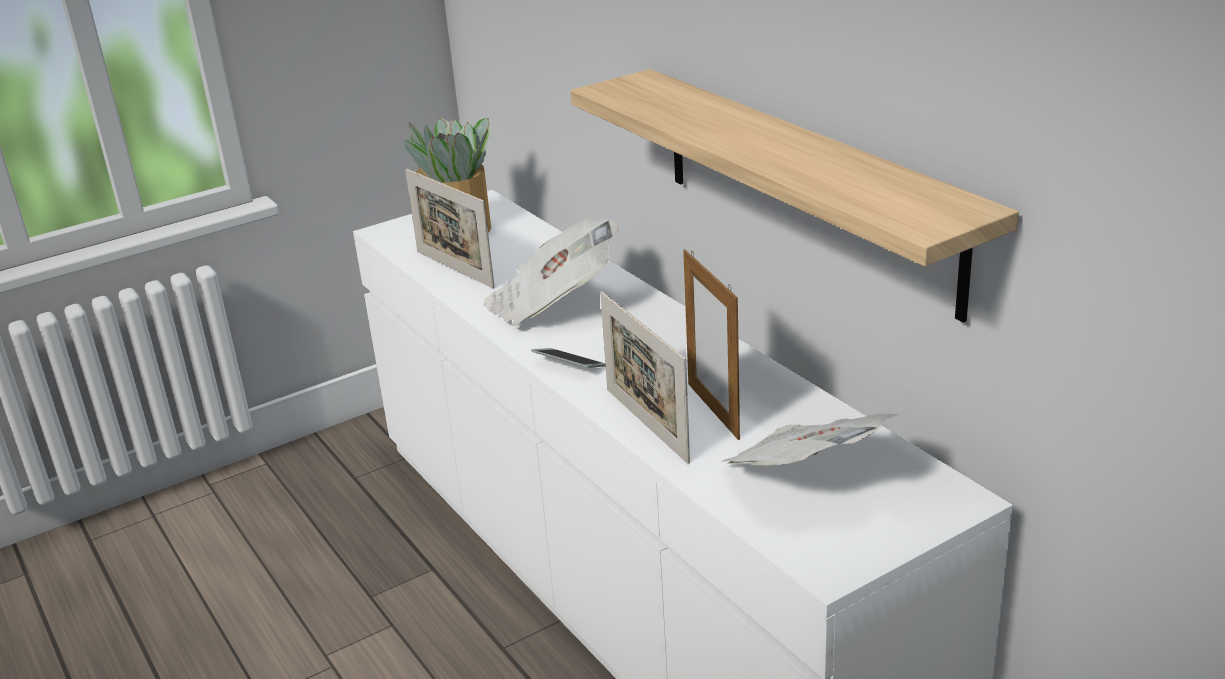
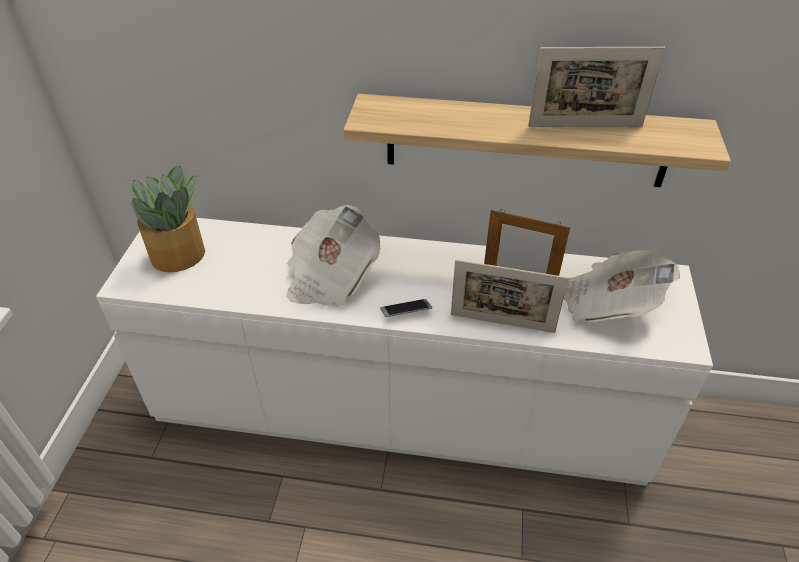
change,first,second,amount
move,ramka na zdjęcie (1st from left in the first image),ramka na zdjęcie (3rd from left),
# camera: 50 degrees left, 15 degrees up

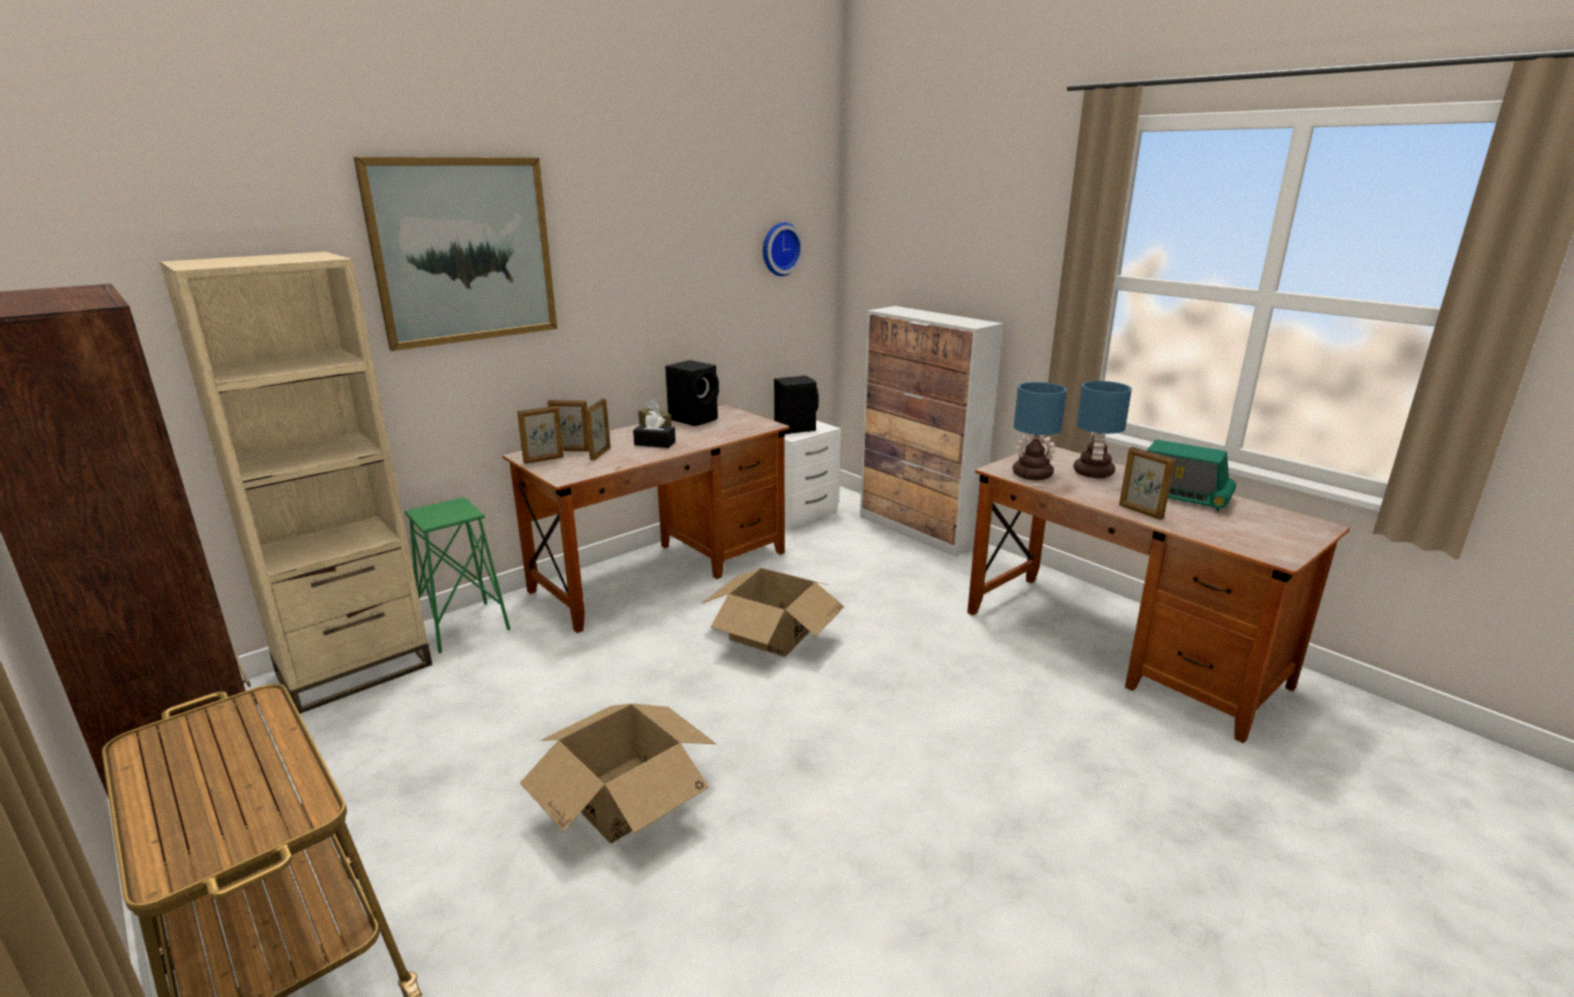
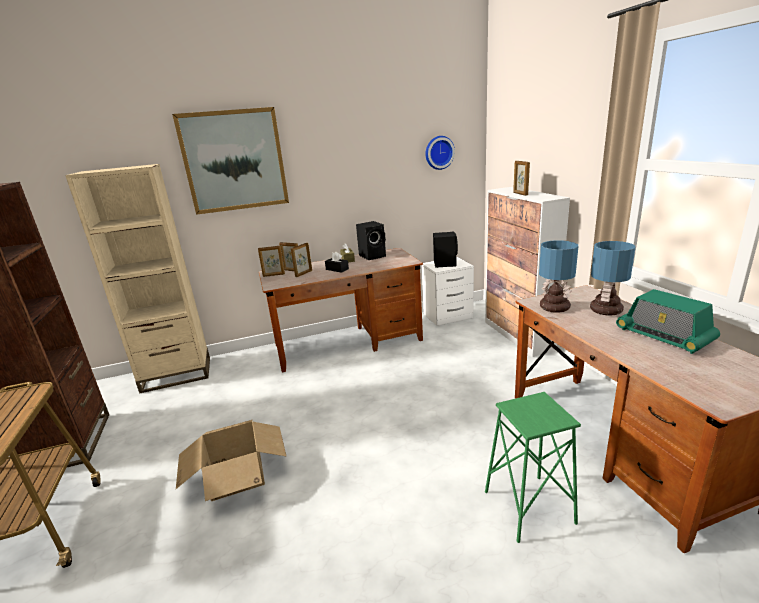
change,first,second,amount
delete,karton (2nd from left),,
move,stołek (zielony),,
move,ramka na zdjęcie (4th from left),,
# camera: 25 degrees right, 0 degrees up

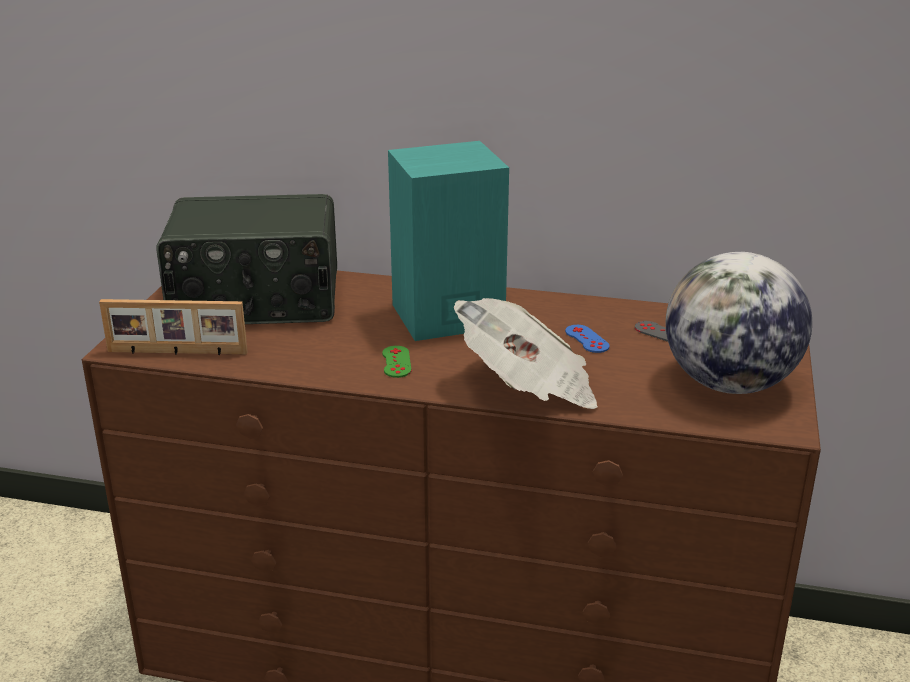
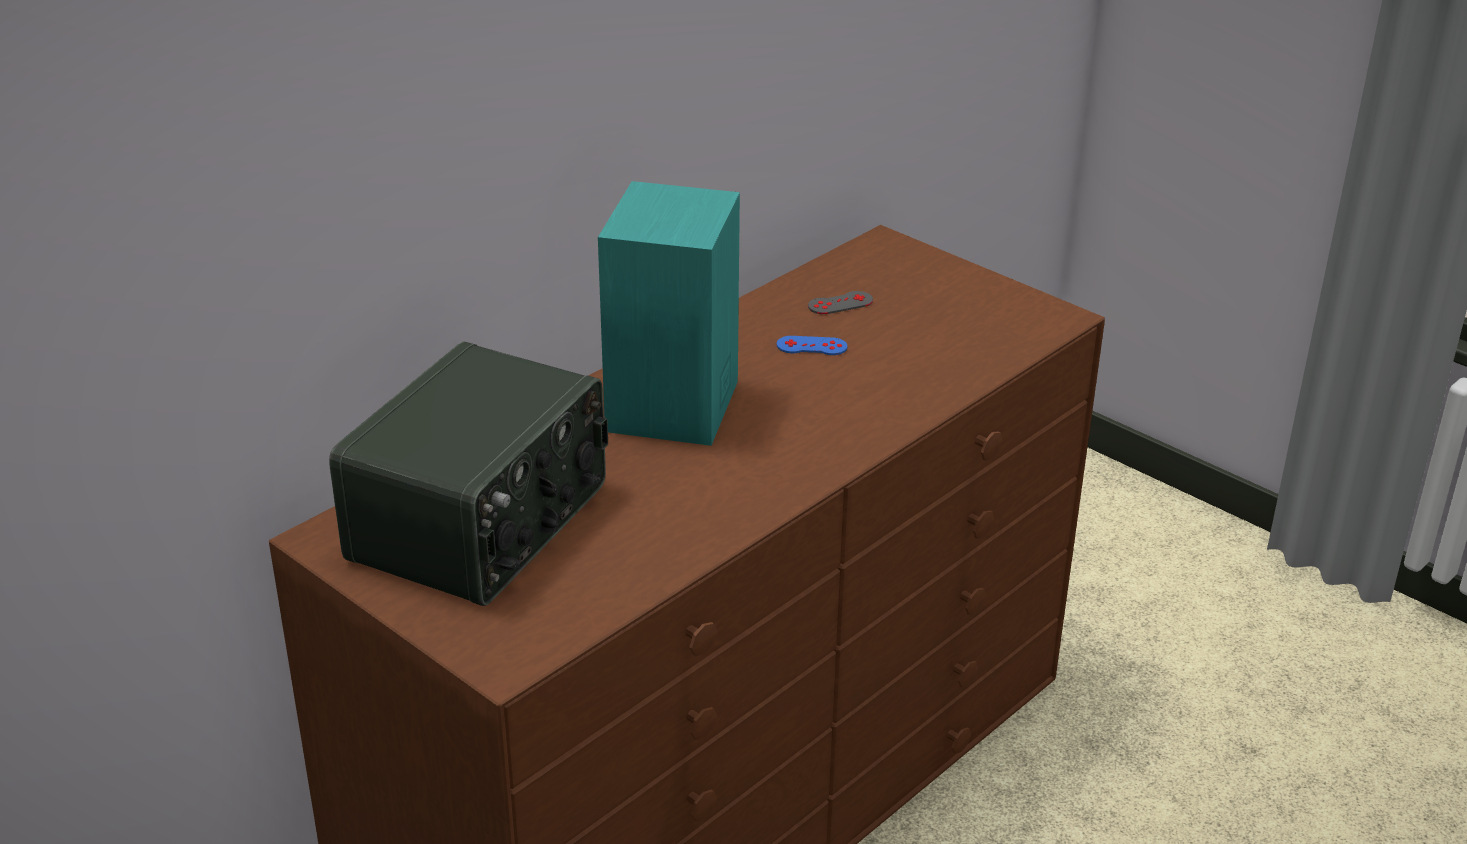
change,first,second,amount
delete,ramka na zdjęcie,,
delete,pad do gier (zielony),,
delete,gazeta,,
delete,globus,,
# camera: 60 degrees left, 5 degrees up

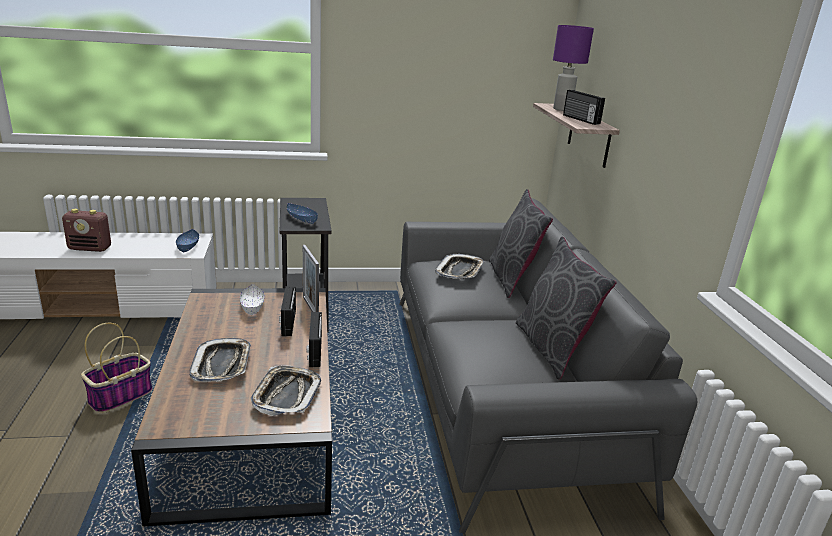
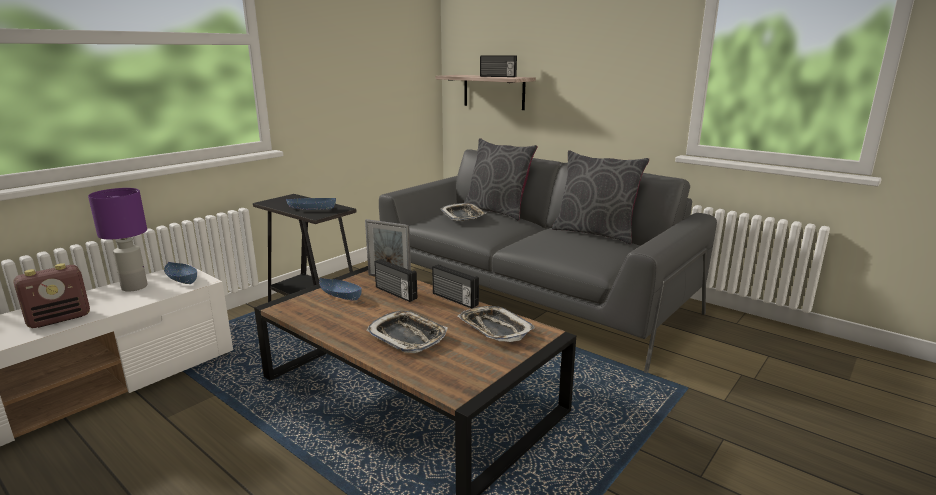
change,first,second,amount
delete,koszyk,,
move,lampa stołowa (fioletowy),,
recolor,miska (biały),miska (niebieski) (3rd from left),
# camera: 40 degrees left, 5 degrees down

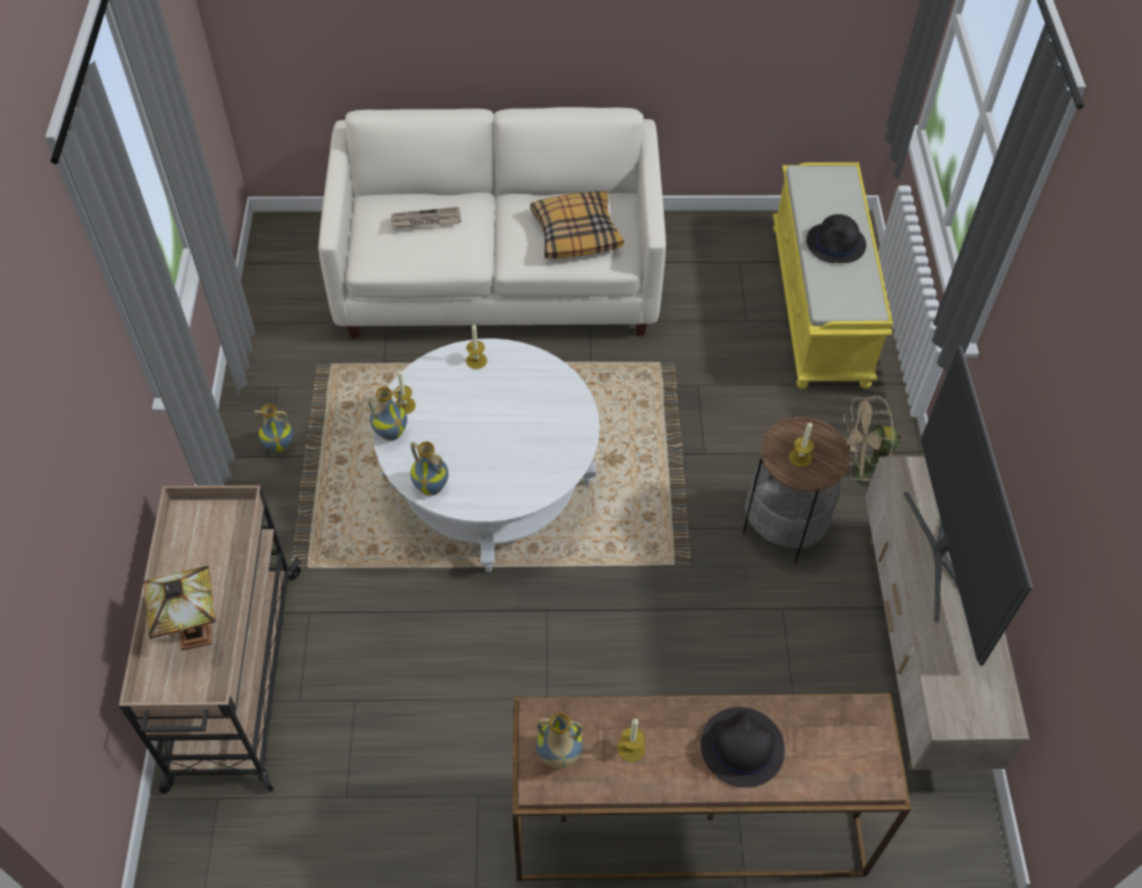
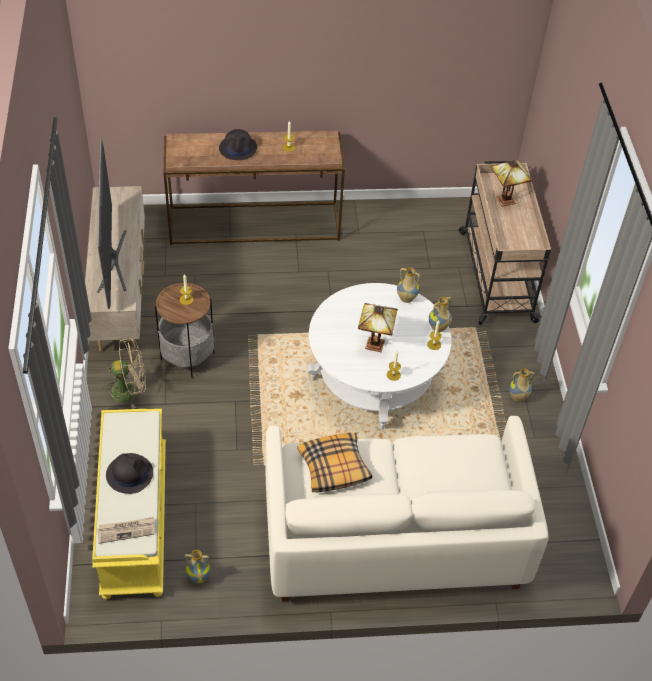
change,first,second,amount
insert,,lampa stołowa (1st from left),
move,gazeta,,
move,wazon (4th from left in the first image),wazon (1st from left),
# camera: 175 degrees right, 5 degrees down

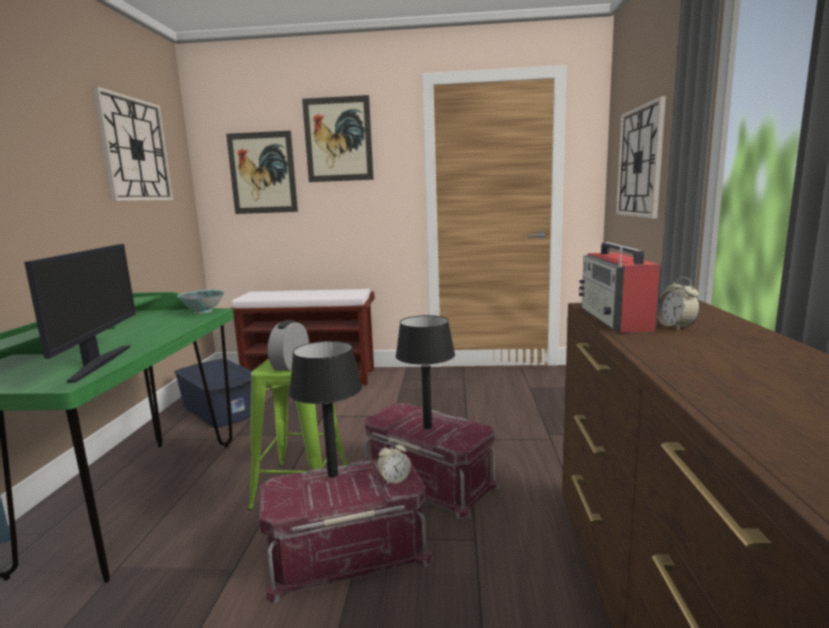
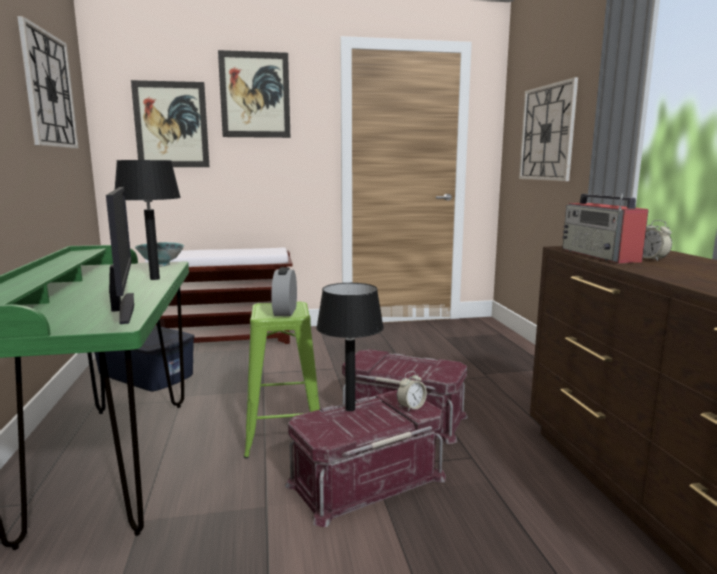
change,first,second,amount
move,lampa stołowa (czarny) (2nd from left in the first image),lampa stołowa (czarny) (1st from left),
# camera: 15 degrees left, 0 degrees up

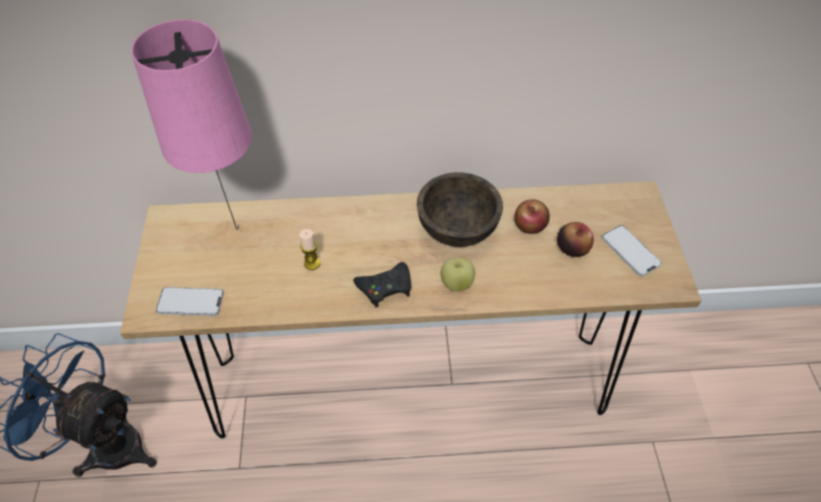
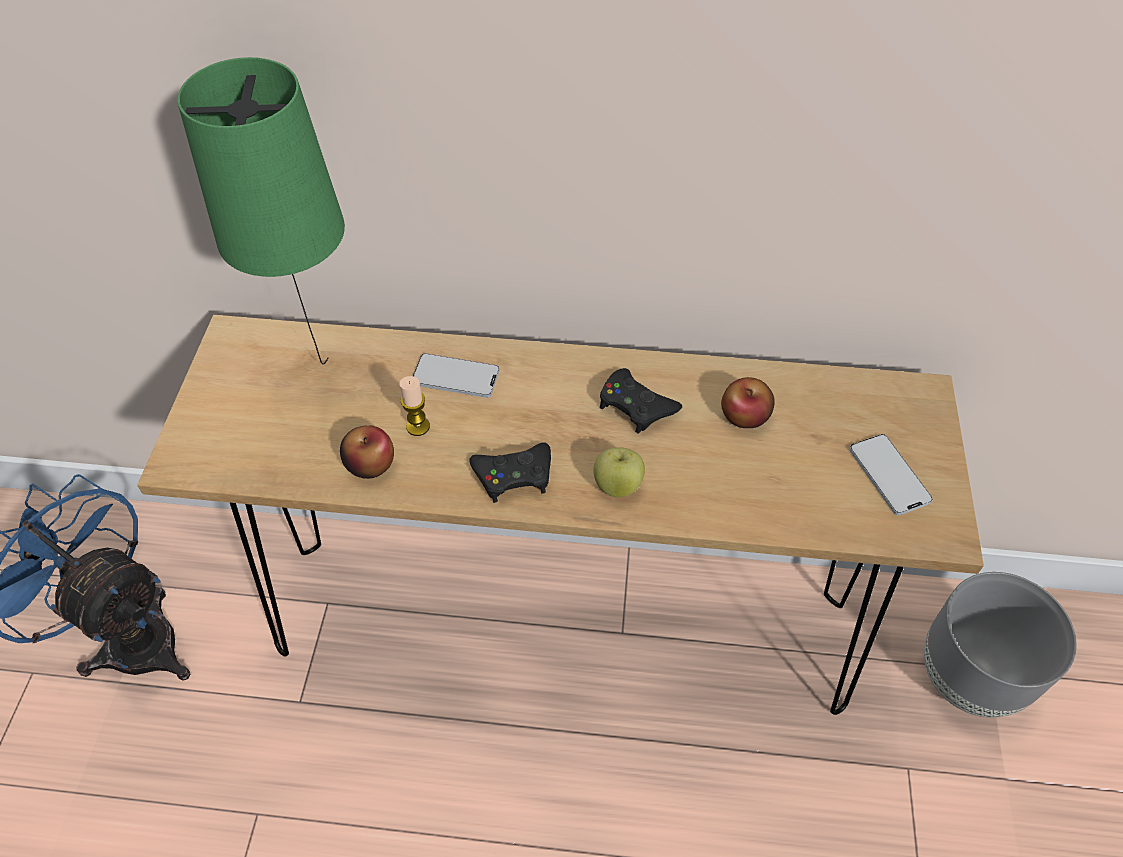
change,first,second,amount
insert,,donica (szary),
move,telefon (1st from left),,
move,jabłko (3rd from left in the first image),jabłko (1st from left),
replace,miska (brązowy),pad do gier (czarny) (2nd from left),
recolor,lampa stołowa (różowy),lampa stołowa (zielony),
# camera: 10 degrees right, 0 degrees up

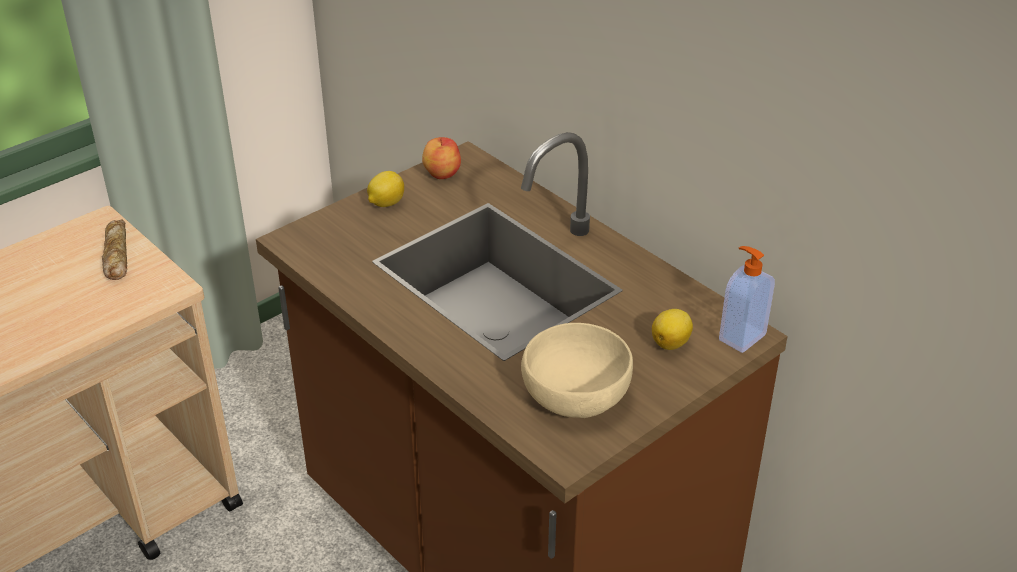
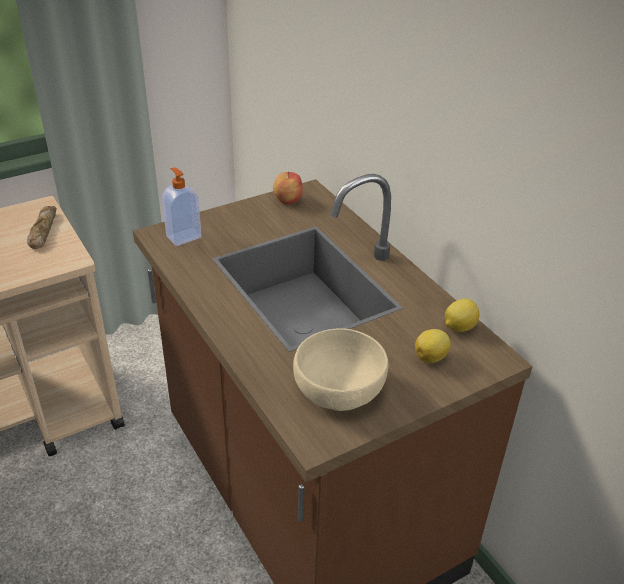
change,first,second,amount
move,cytryna (1st from left in the first image),cytryna (2nd from left),
move,dozownik mydła,,
# camera: 10 degrees right, 0 degrees up

